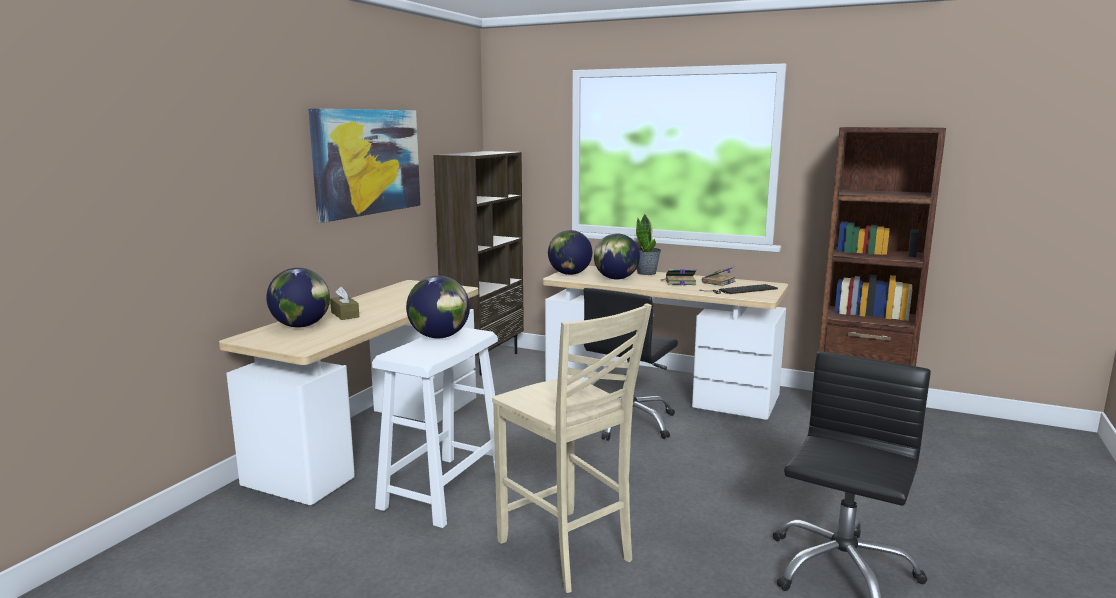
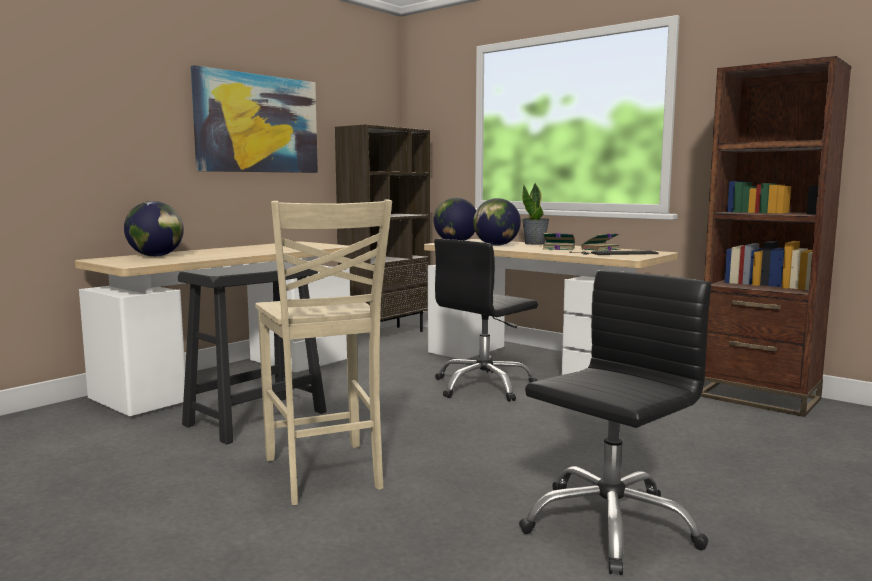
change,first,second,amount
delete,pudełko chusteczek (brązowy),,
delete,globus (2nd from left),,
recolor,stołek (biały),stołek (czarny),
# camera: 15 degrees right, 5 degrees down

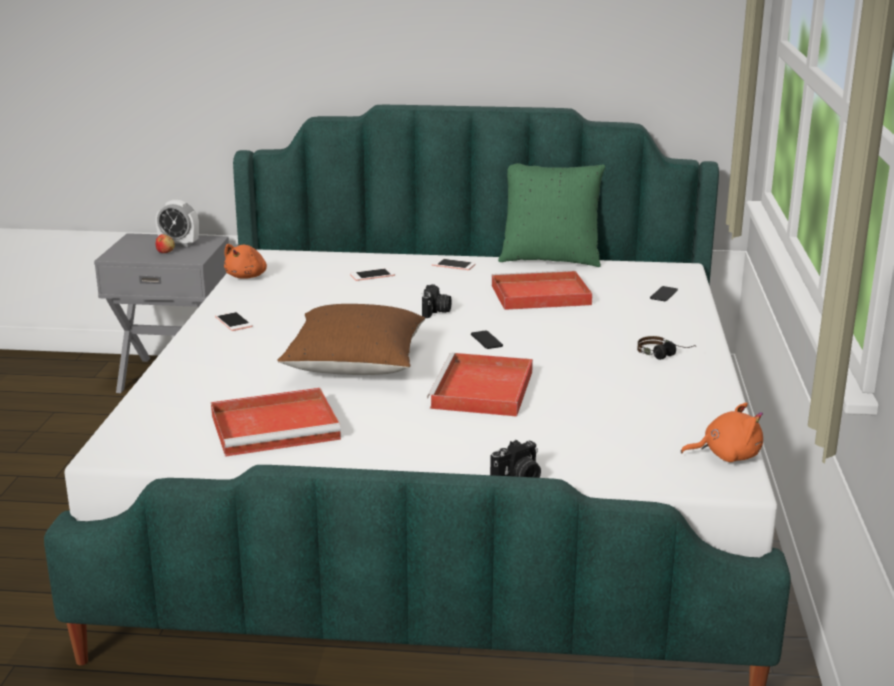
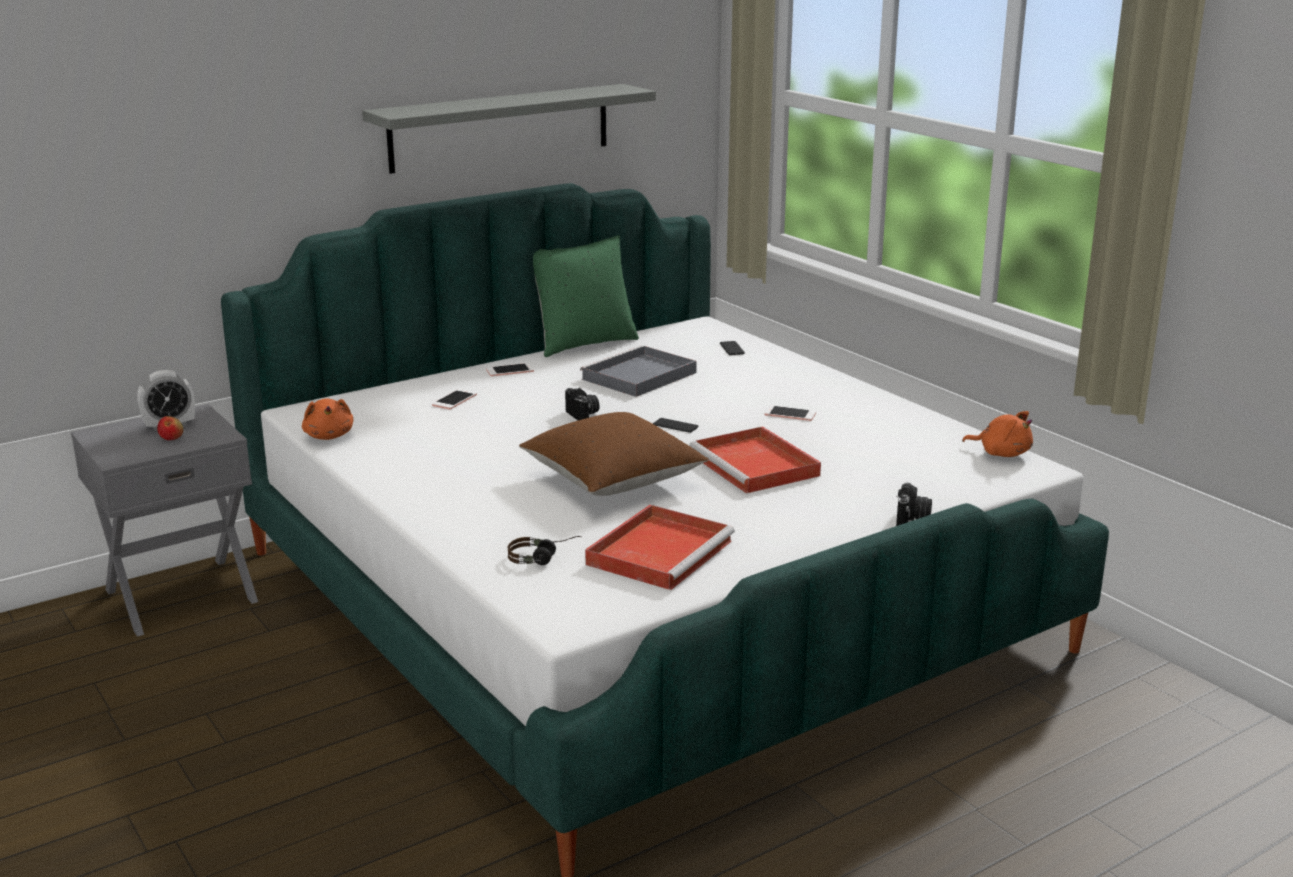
change,first,second,amount
insert,,półka (szary),
move,telefon (1st from left in the first image),telefon (5th from left),
move,słuchawki,,
recolor,taca (czerwony) (3rd from left),taca (szary),
rotate,pluszak (pomarańczowy) (2nd from left),,75 degrees clockwise
# camera: 40 degrees left, 0 degrees up

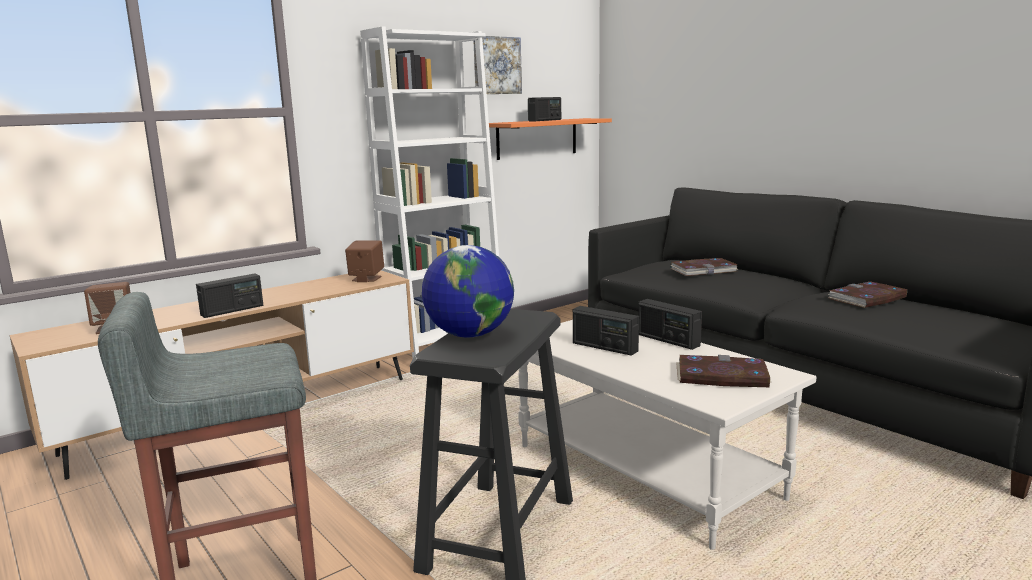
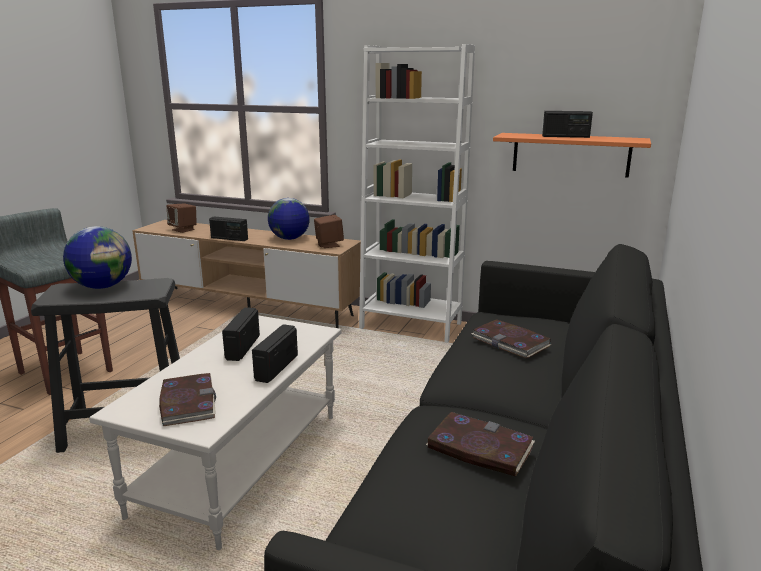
change,first,second,amount
delete,obraz,,
insert,,globus (2nd from left),
# camera: 60 degrees right, 5 degrees up

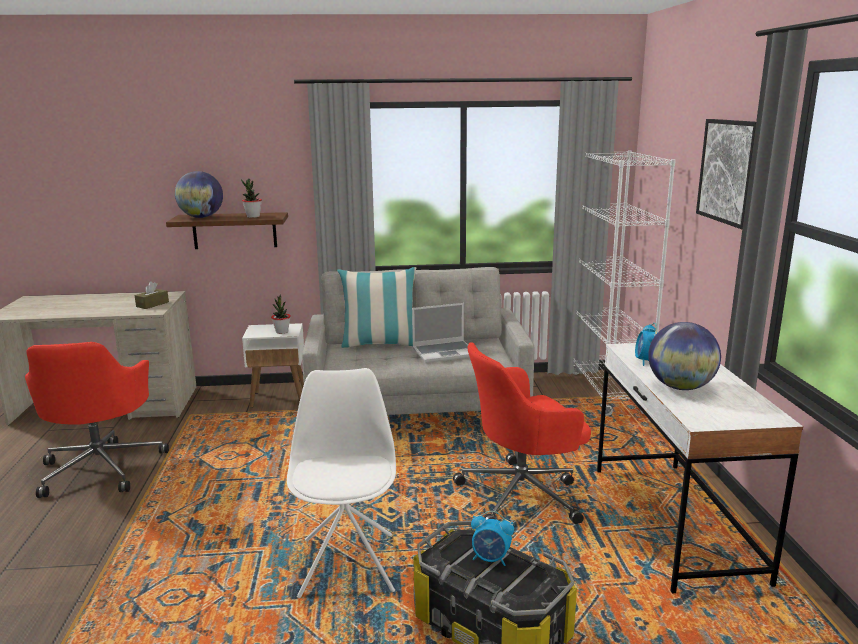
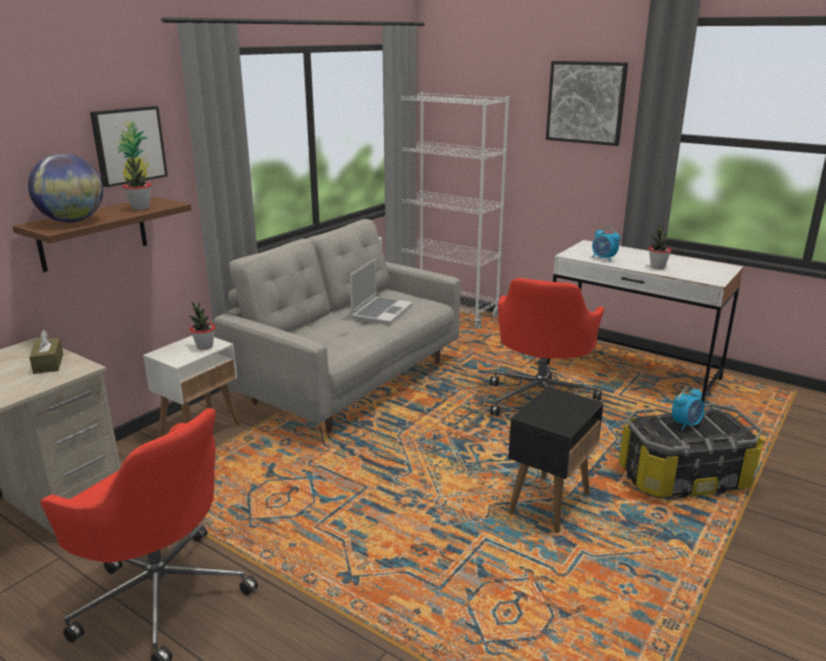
change,first,second,amount
delete,poduszka,,
insert,,obraz (1st from left),
replace,krzesło (biały),stolik (czarny),
replace,globus (2nd from left),roślina doniczkowa (3rd from left),
# camera: 50 degrees left, 5 degrees up

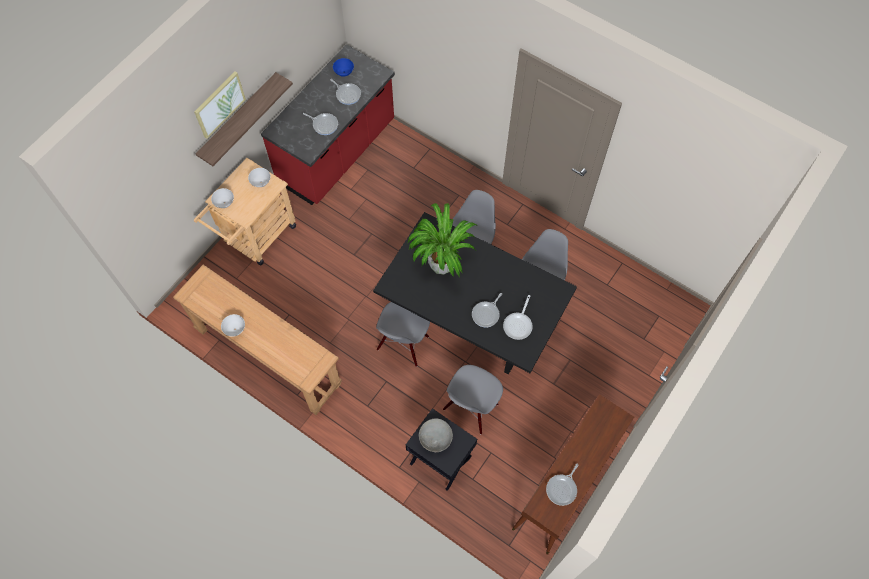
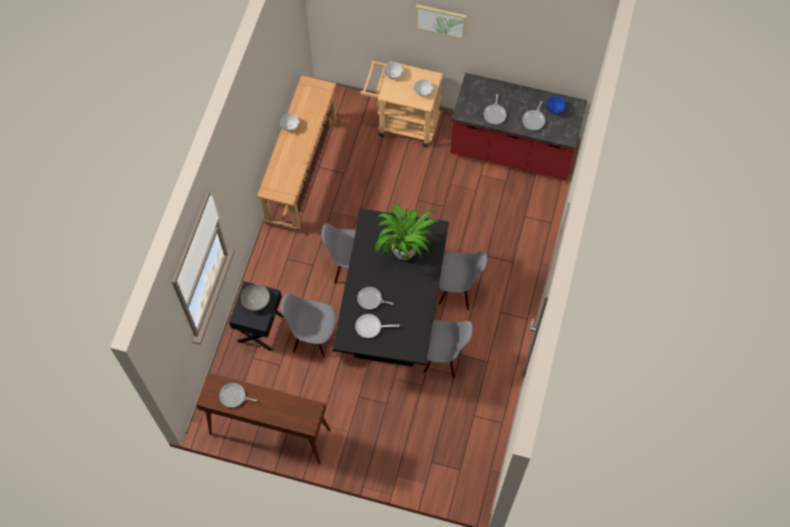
change,first,second,amount
delete,półka,,
# camera: 70 degrees right, 0 degrees up

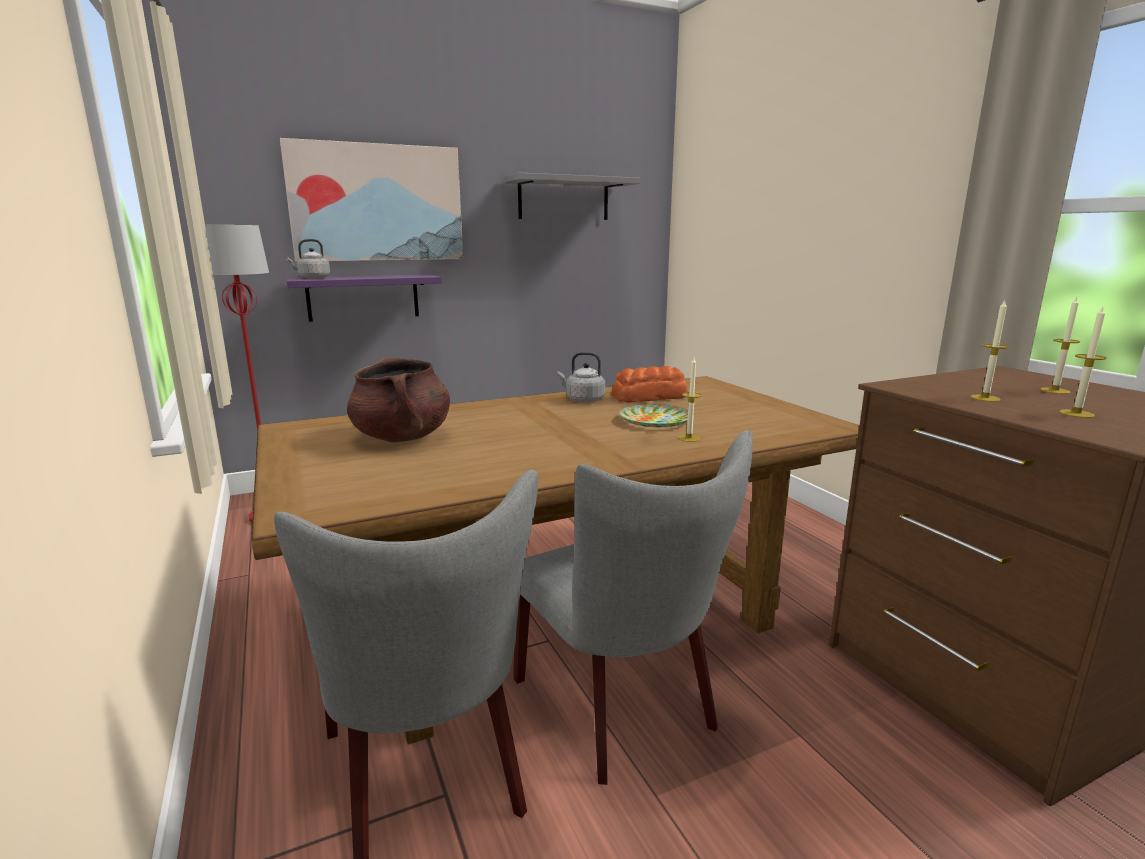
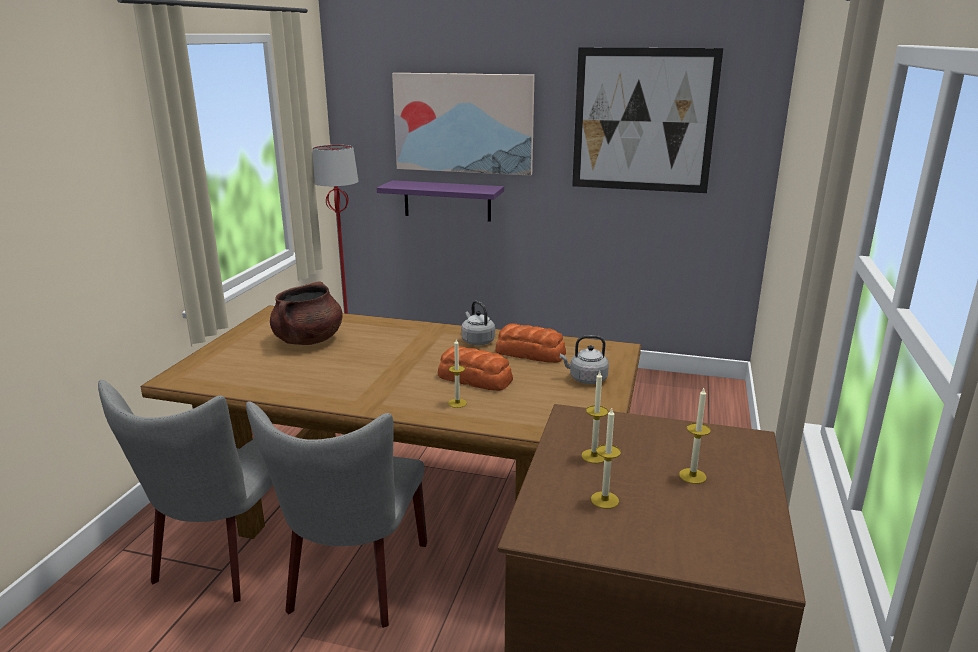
change,first,second,amount
move,czajnik (szary) (1st from left in the first image),czajnik (szary) (2nd from left),
replace,półka (szary),obraz (2nd from left),
replace,talerz,chleb (1st from left),
# camera: 40 degrees right, 5 degrees up

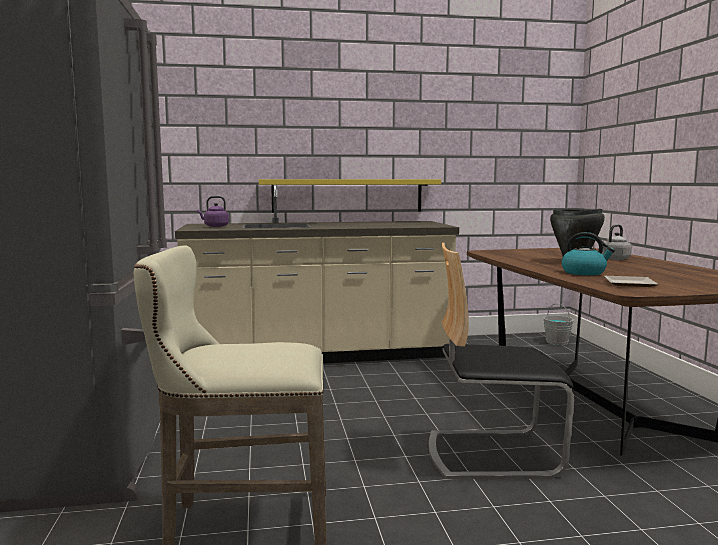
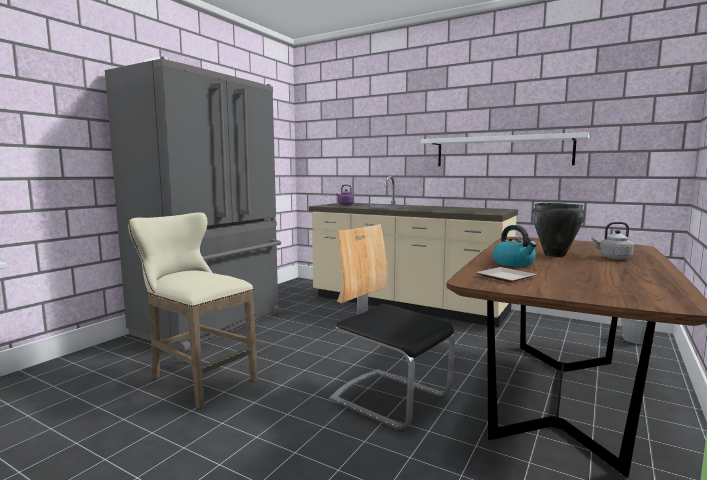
change,first,second,amount
delete,półka (żółty),,
insert,,półka (biały),
# camera: 40 degrees right, 0 degrees up

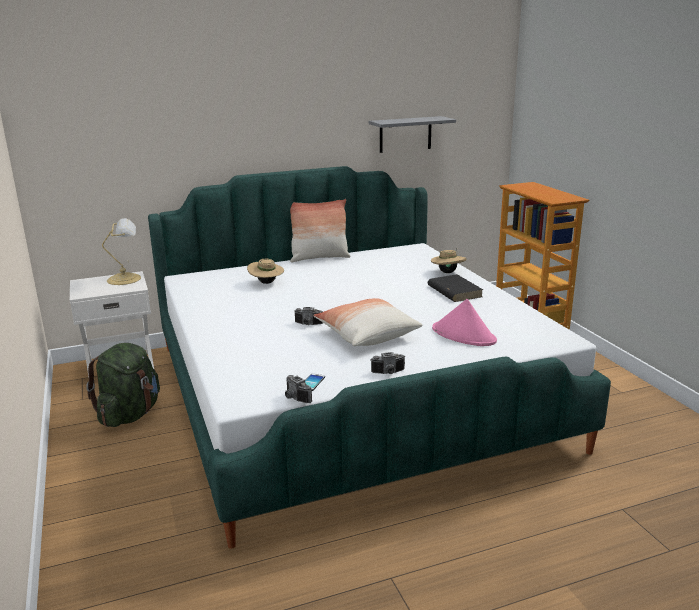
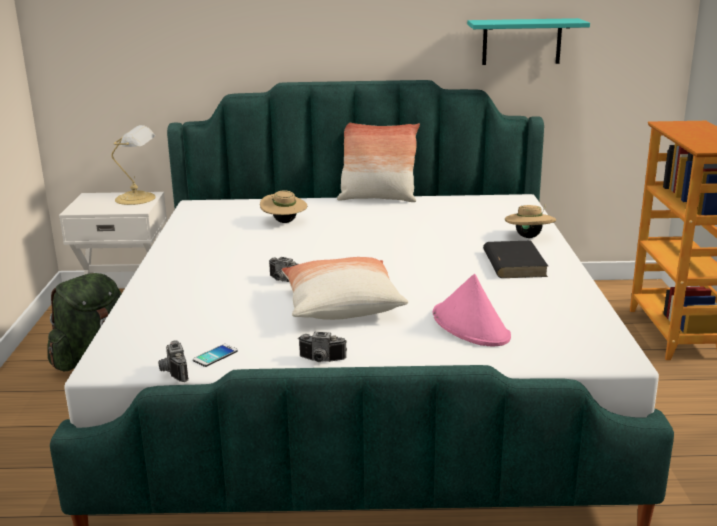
change,first,second,amount
recolor,półka (szary),półka (turkusowy),
# camera: 20 degrees right, 0 degrees up

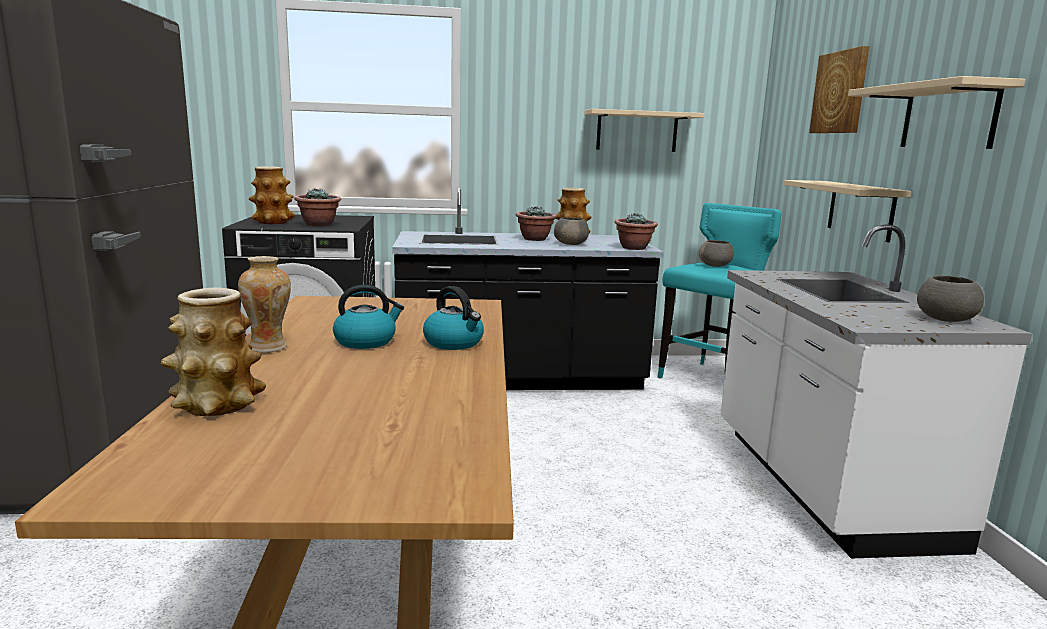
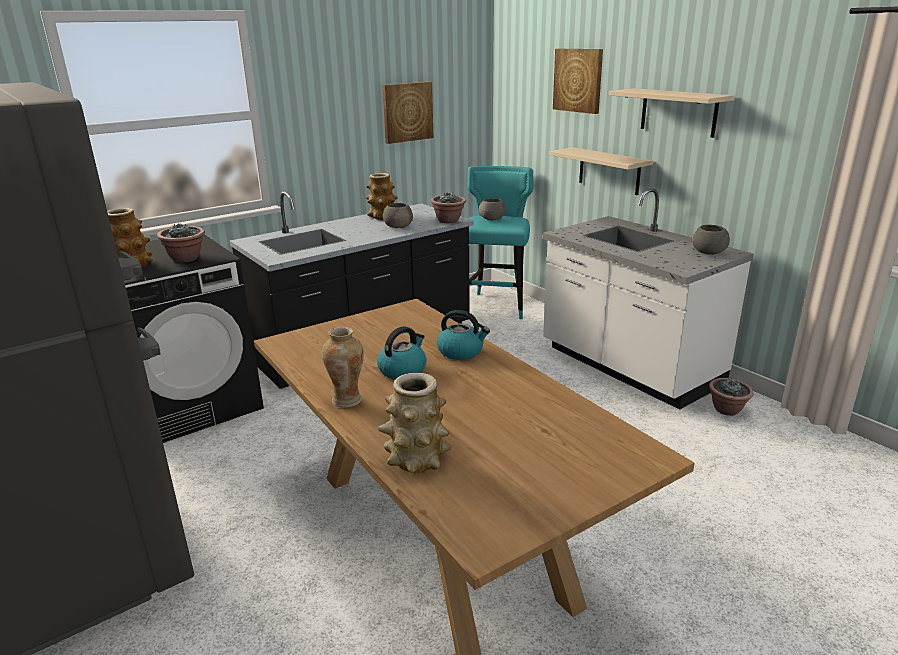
change,first,second,amount
move,roślina doniczkowa (2nd from left in the first image),roślina doniczkowa (3rd from left),
replace,półka (beżowy) (1st from left),obraz (1st from left),
# camera: 30 degrees left, 10 degrees up

